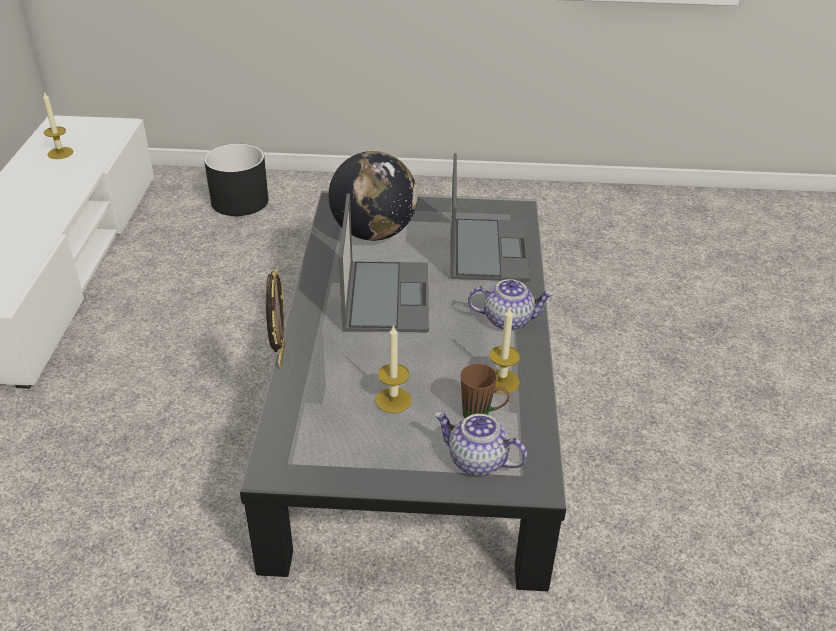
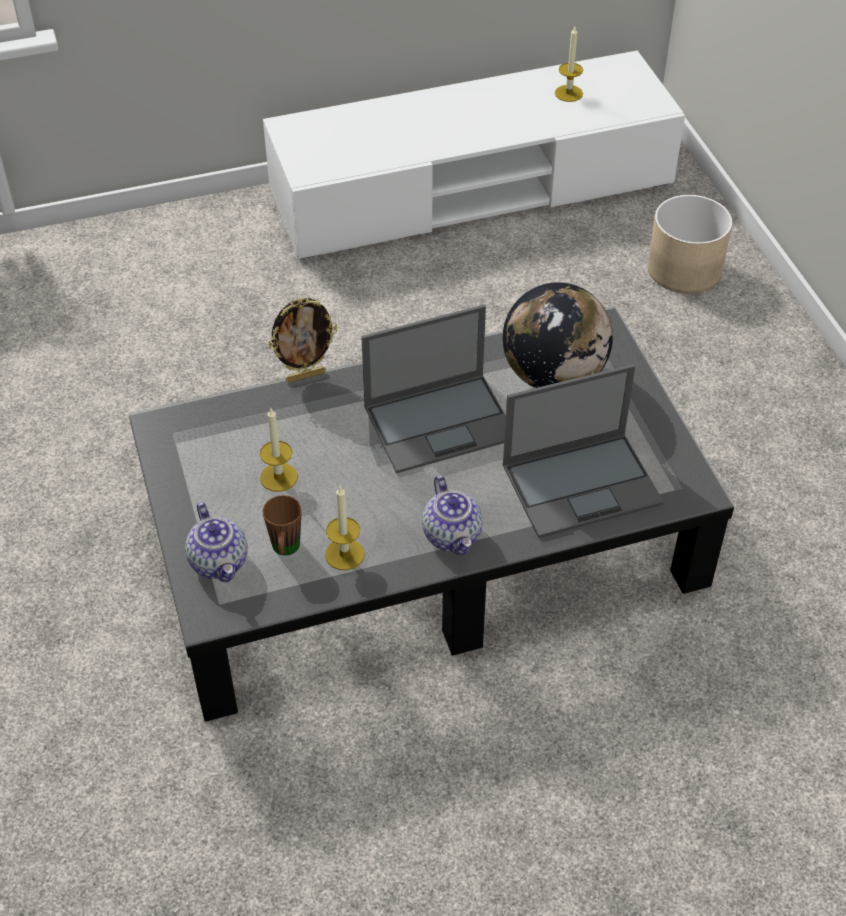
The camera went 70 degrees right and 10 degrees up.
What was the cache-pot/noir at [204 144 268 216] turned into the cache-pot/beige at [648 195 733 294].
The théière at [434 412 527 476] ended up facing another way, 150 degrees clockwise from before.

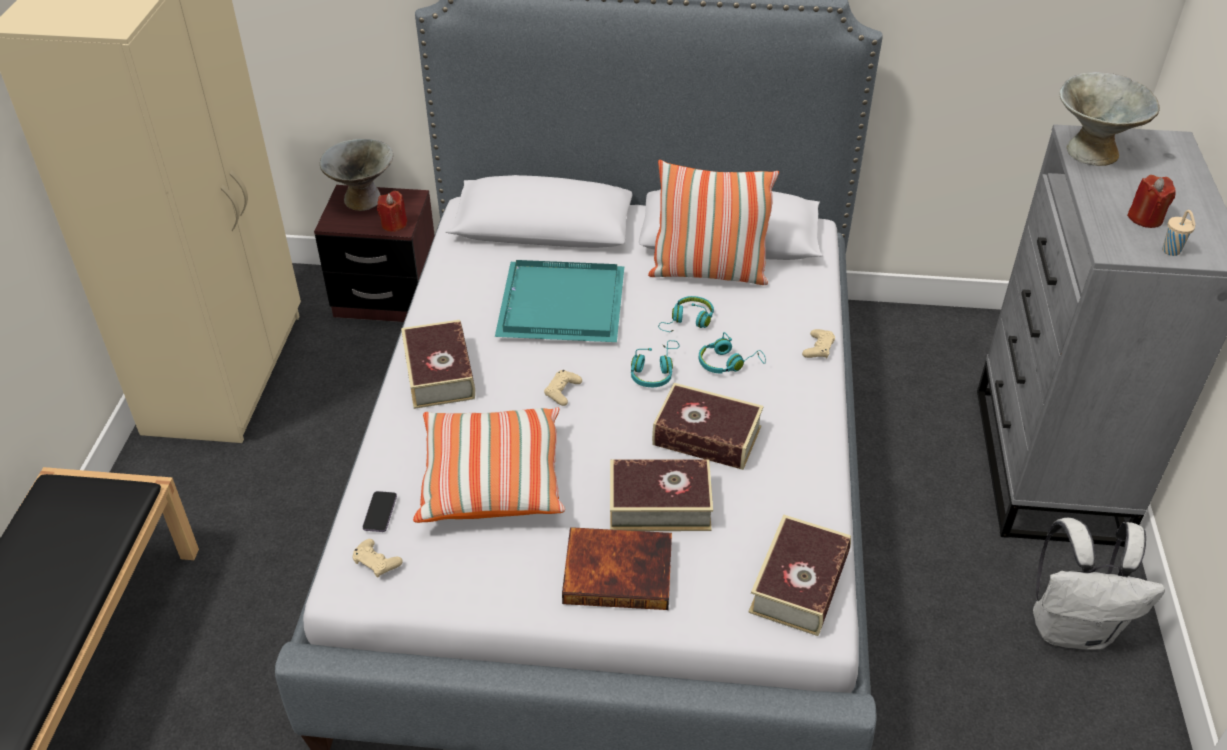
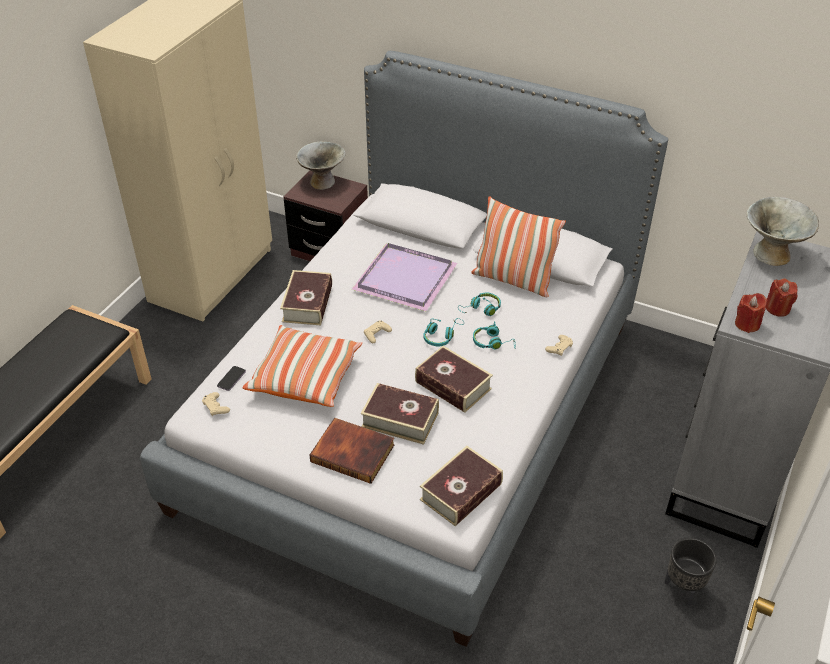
The camera went 20 degrees right and 0 degrees up.
The second view lost the tasse/beige at [1162 210 1196 256].
The bougie/rouge ended up elsewhere, having gone from [377 191 407 232] to [735 293 767 333].
Where the sac à dos/blanc stood at [1033 518 1165 650], the cache-pot/noir came to stand at [664 538 717 605].
What was the plateau/turquoise at [495 260 625 342] turned into the plateau/violet at [352 243 457 311].

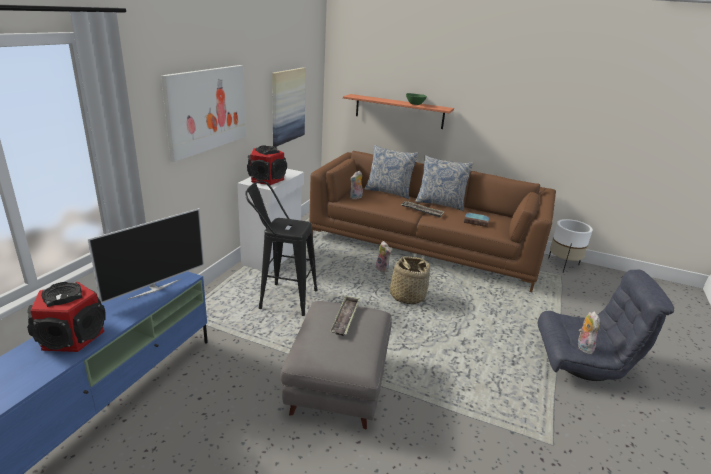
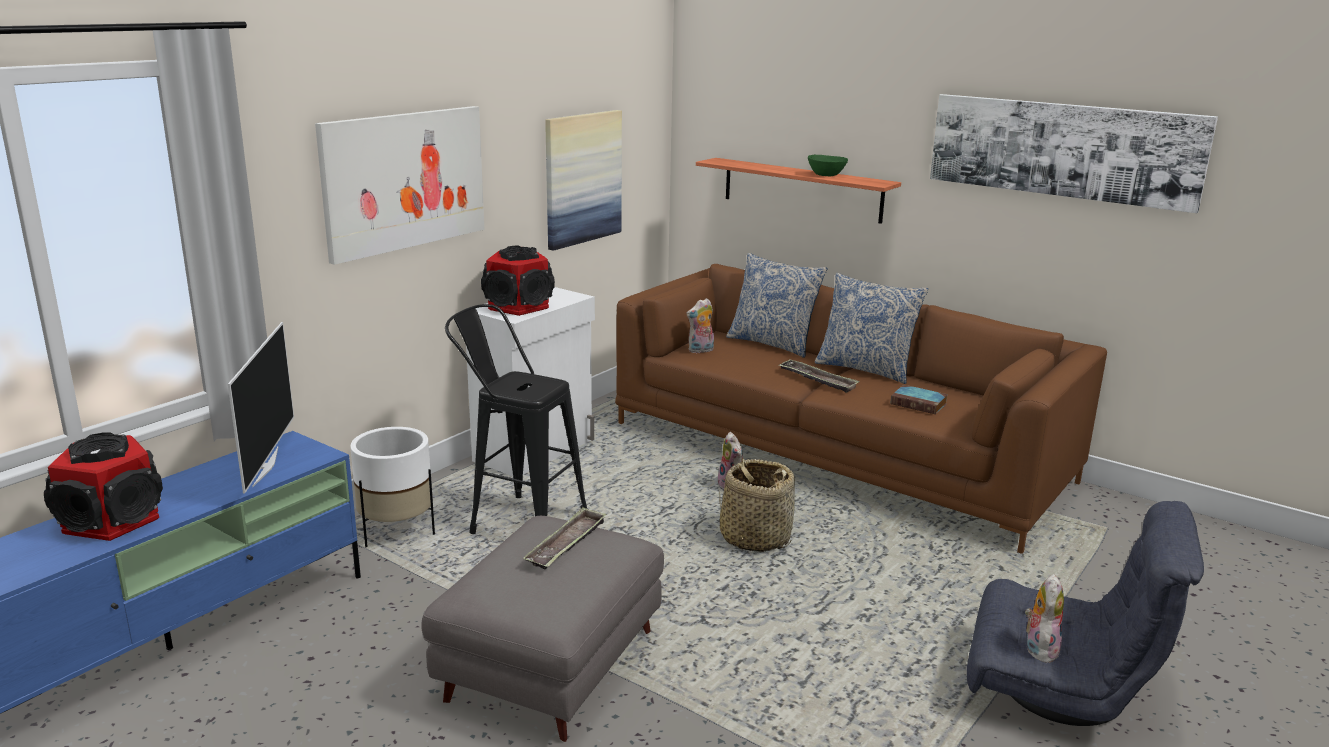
The camera went 15 degrees right and 5 degrees down.
The second view gained the tableau at [930 94 1218 213].
The cache-pot/blanc ended up elsewhere, having gone from [548 219 593 272] to [350 427 435 547].
The téléviseur at [87 208 204 303] ended up facing another way, 60 degrees counterclockwise from before.

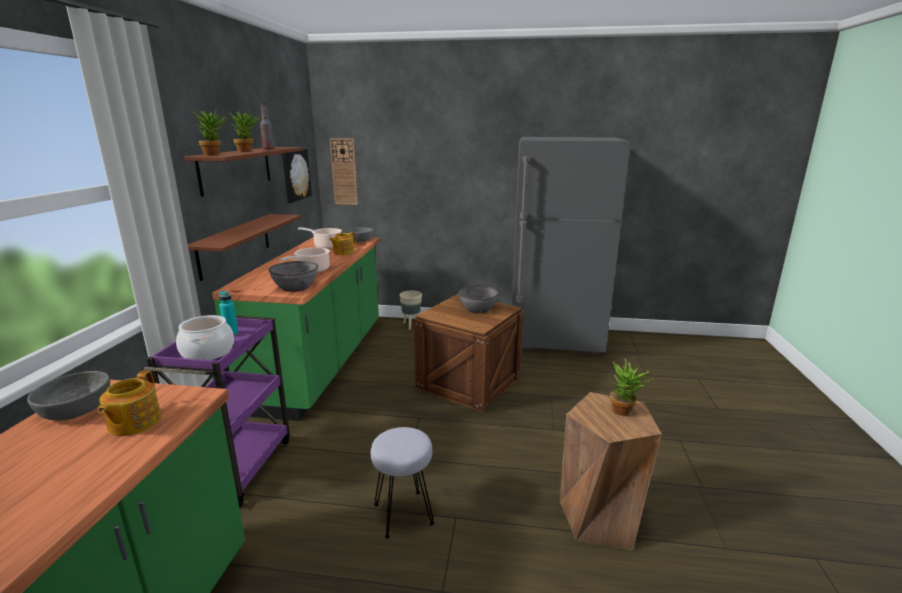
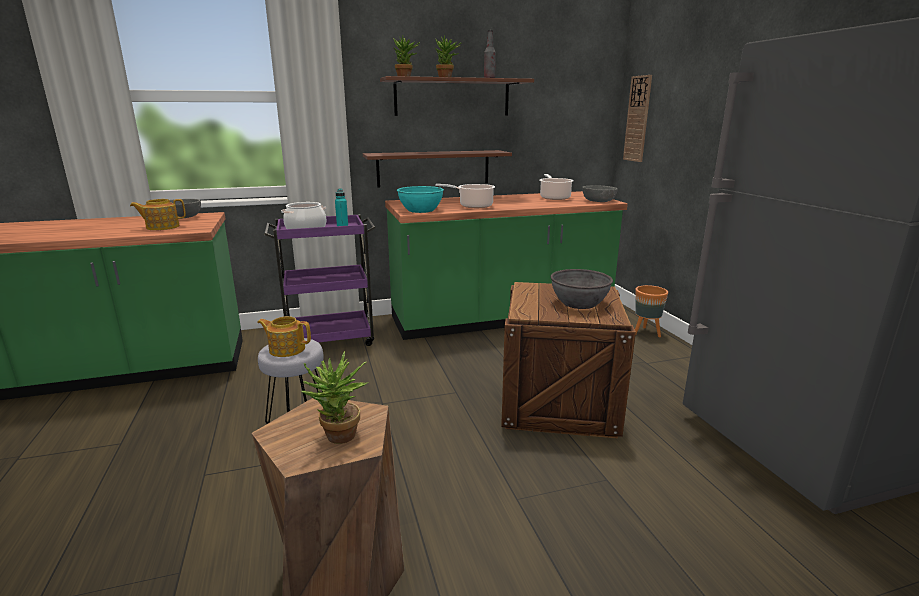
The camera went 65 degrees right and 0 degrees up.
The second view lost the tableau at [282 149 312 203].
The théière ended up elsewhere, having gone from [329 232 356 255] to [257 316 311 357].
What was the bol/gris at [269 261 318 292] turned into the bol/turquoise at [397 186 444 213].
What was the cache-pot/beige at [399 291 422 330] turned into the cache-pot/orange at [635 285 668 337].

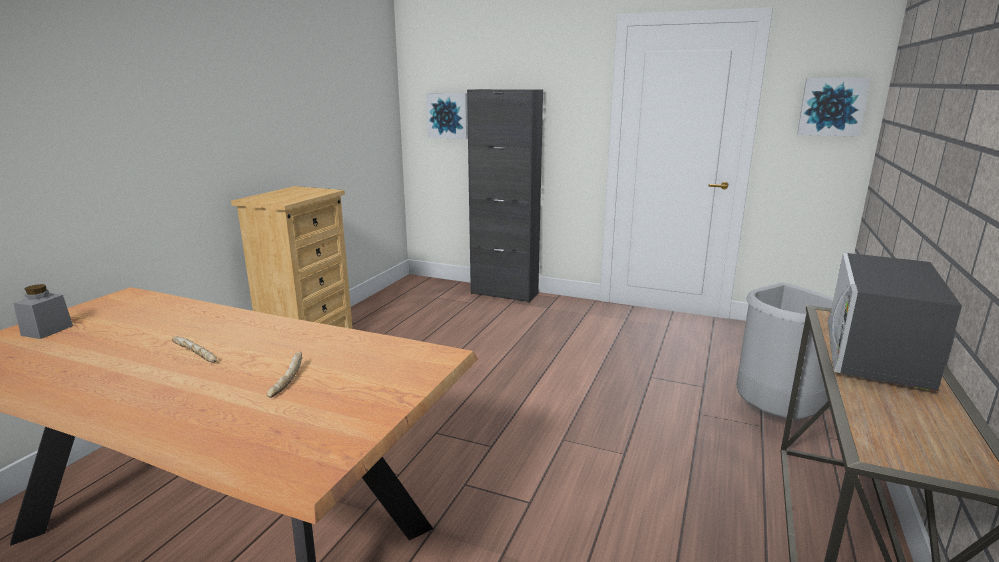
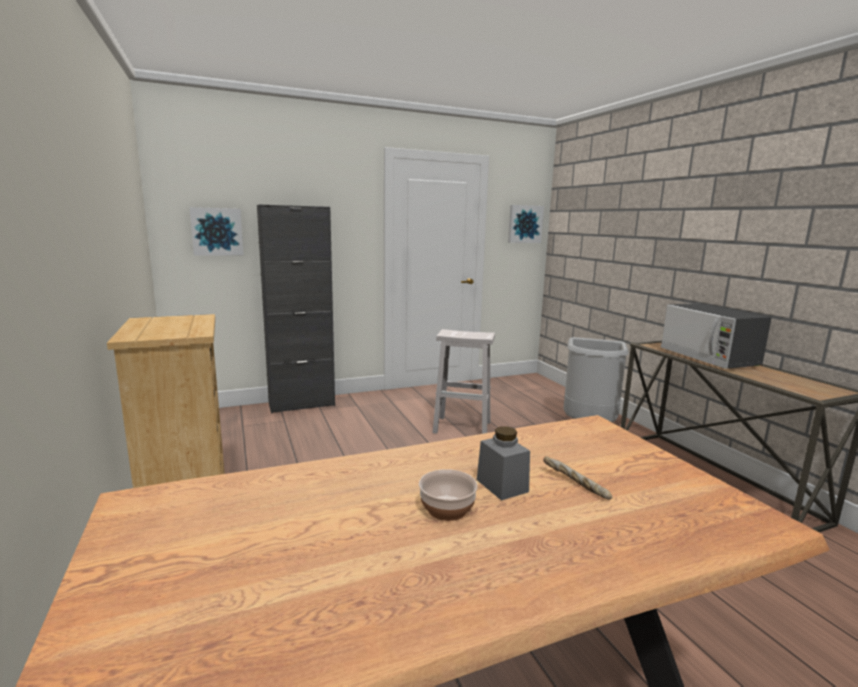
The camera went 45 degrees left and 5 degrees down.
The second view gained the tabouret/blanc at [433 329 495 434].
The bocal/gris ended up elsewhere, having gone from [13 284 73 339] to [477 426 530 500].
Where the pain stood at [172 336 217 363], the bol came to stand at [419 469 478 521].

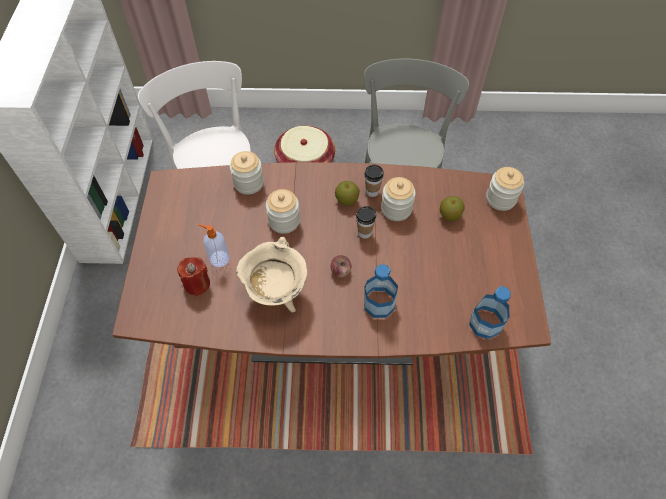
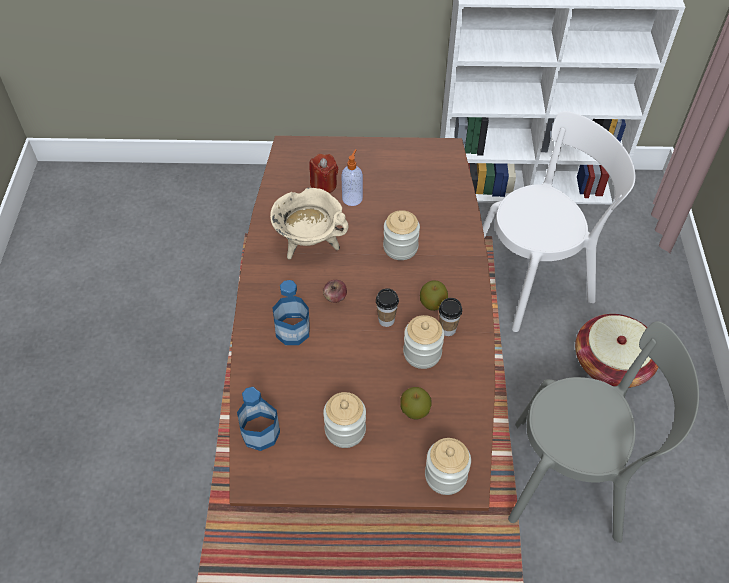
The camera went 90 degrees right and 5 degrees down.
The bocal ended up elsewhere, having gone from [230 151 264 195] to [323 392 366 448].

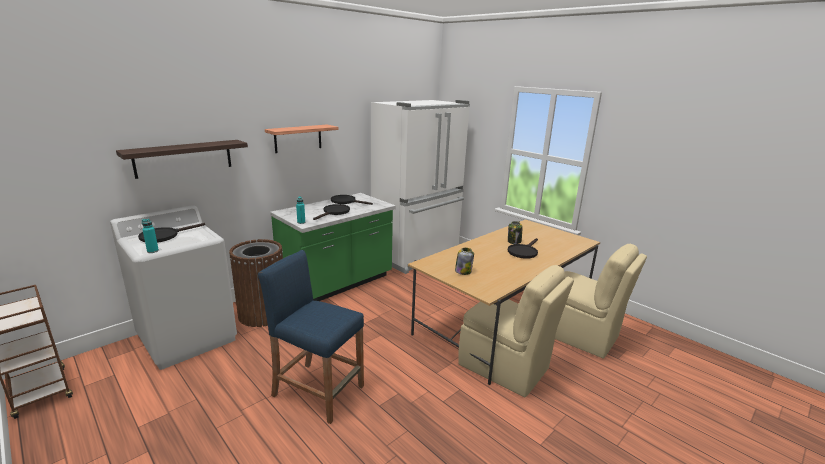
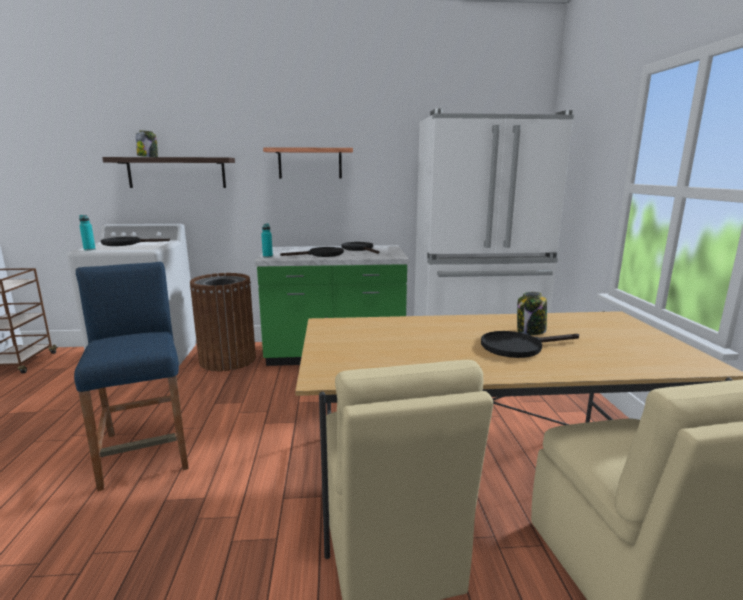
The camera went 40 degrees right and 5 degrees down.
The bocal ended up elsewhere, having gone from [455 248 474 275] to [136 130 158 157].

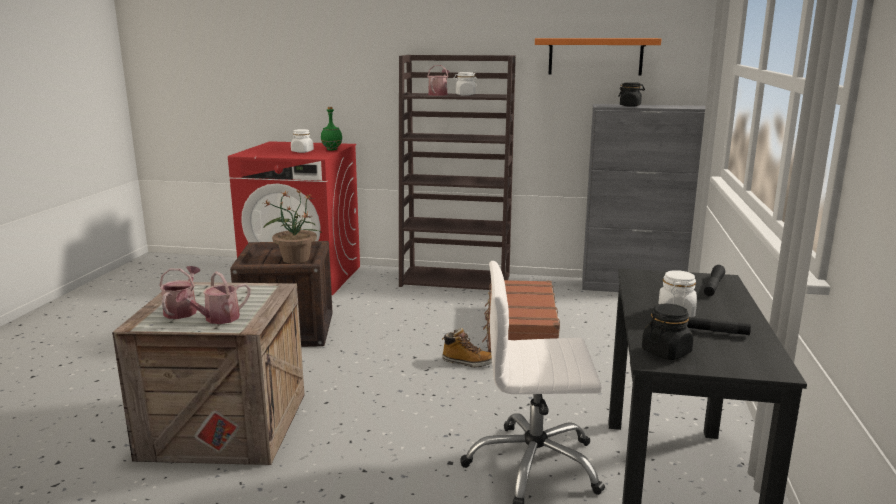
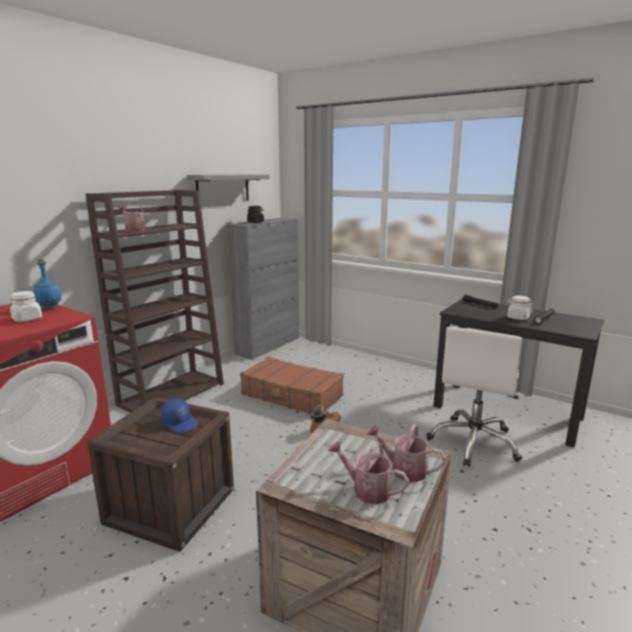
The camera went 65 degrees left and 0 degrees up.
The second view lost the bocal/blanc at [453 72 477 96].
The second view lost the bocal/noir at [642 304 693 360].
Where the plante en pot stood at [262 189 321 263], the casquette/bleu came to stand at [161 399 198 433].
What was the bouteille/vert at [321 107 343 150] turned into the bouteille/bleu at [33 259 62 310].
What was the étagère/orange at [535 38 661 75] turned into the étagère/gris at [187 174 270 201].
The arrosoir at [176 272 250 324] ended up facing another way, 135 degrees clockwise from before.

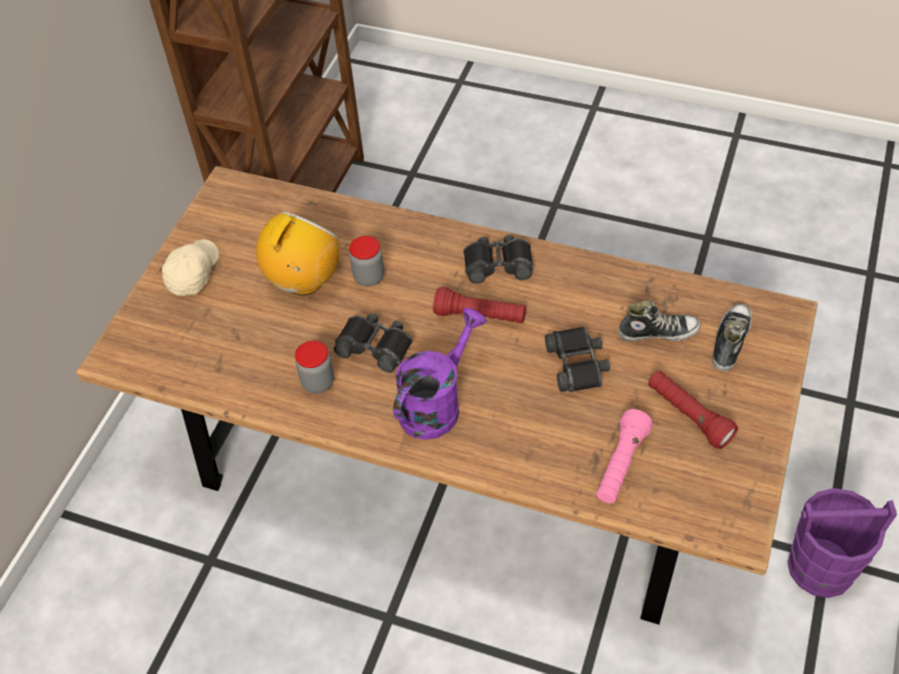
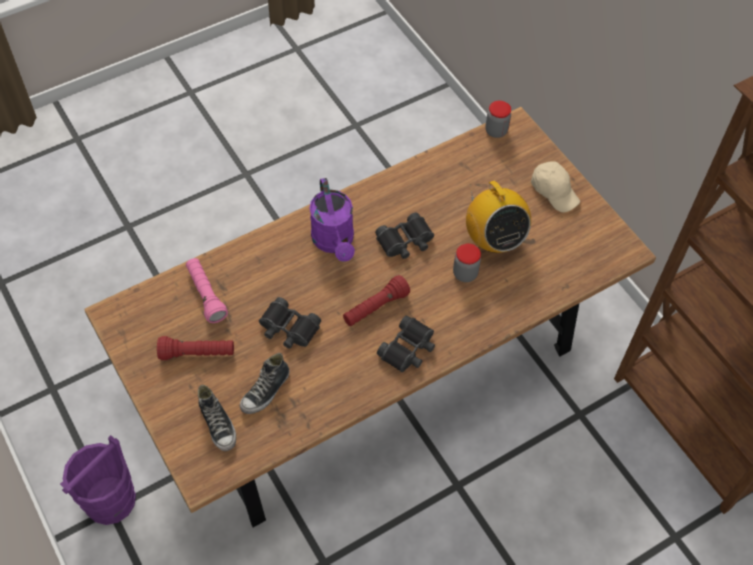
The camera went 125 degrees right and 5 degrees up.
The bocal ended up elsewhere, having gone from [295 341 334 394] to [485 100 511 138].

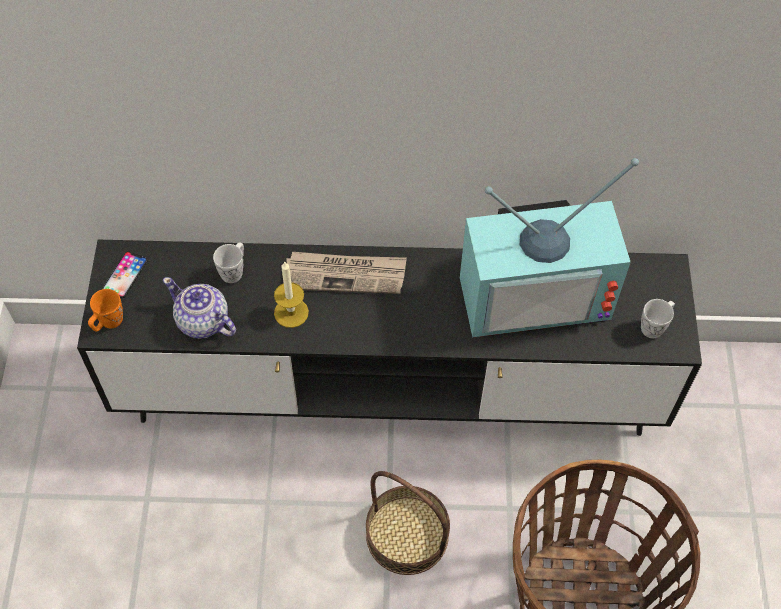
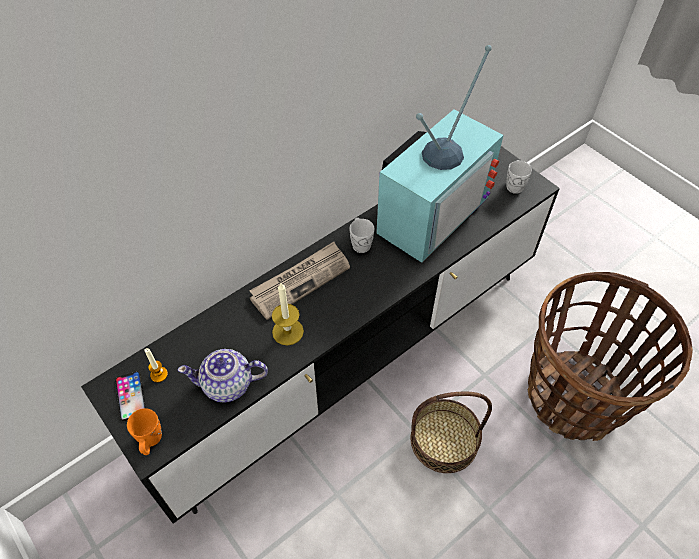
The camera went 40 degrees left and 5 degrees down.
The second view gained the bougie at [144 348 168 382].
The mug/blanc ended up elsewhere, having gone from [213 243 244 283] to [350 218 374 253].

